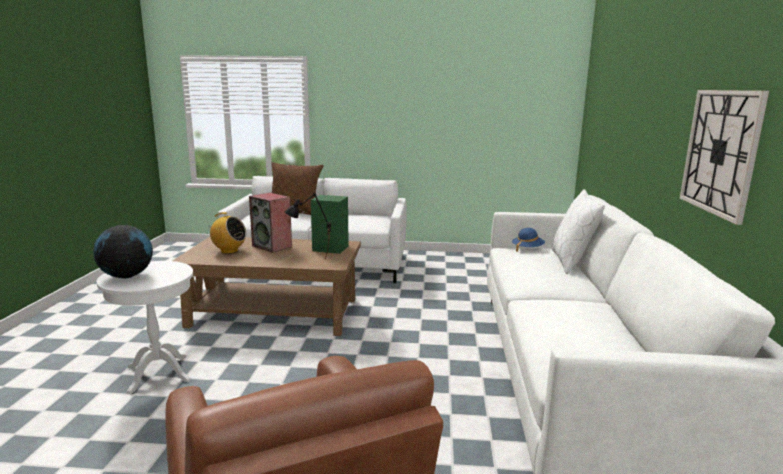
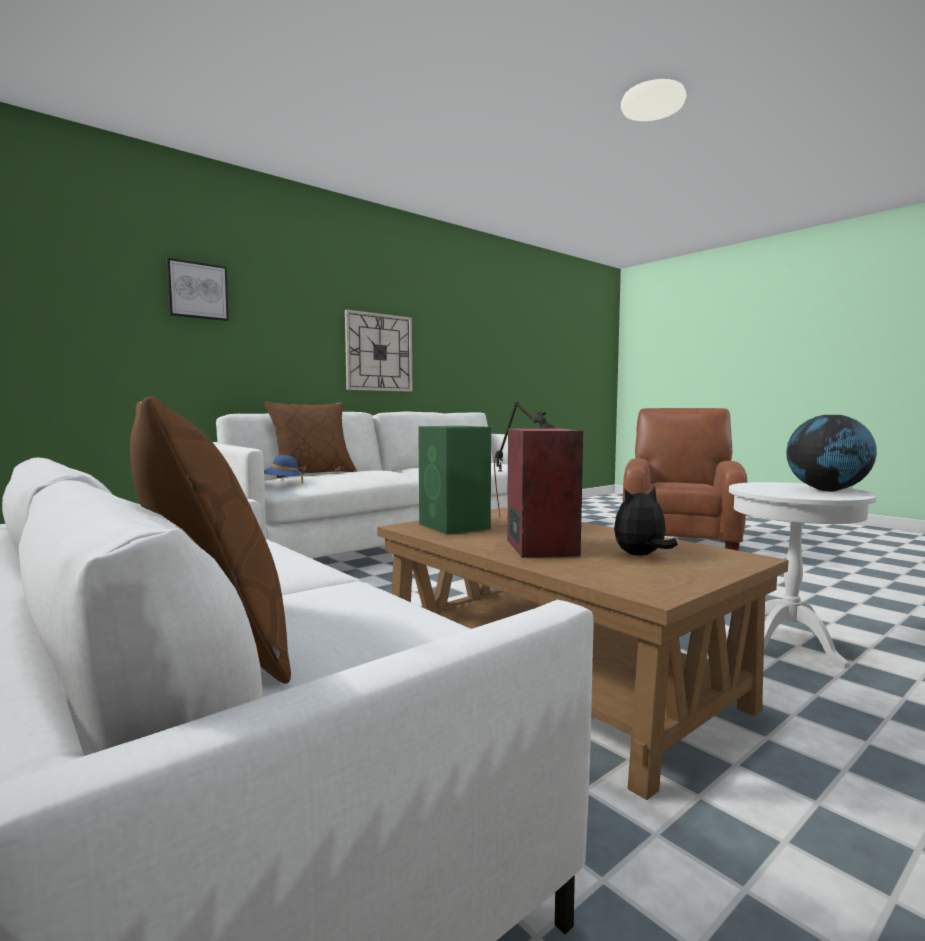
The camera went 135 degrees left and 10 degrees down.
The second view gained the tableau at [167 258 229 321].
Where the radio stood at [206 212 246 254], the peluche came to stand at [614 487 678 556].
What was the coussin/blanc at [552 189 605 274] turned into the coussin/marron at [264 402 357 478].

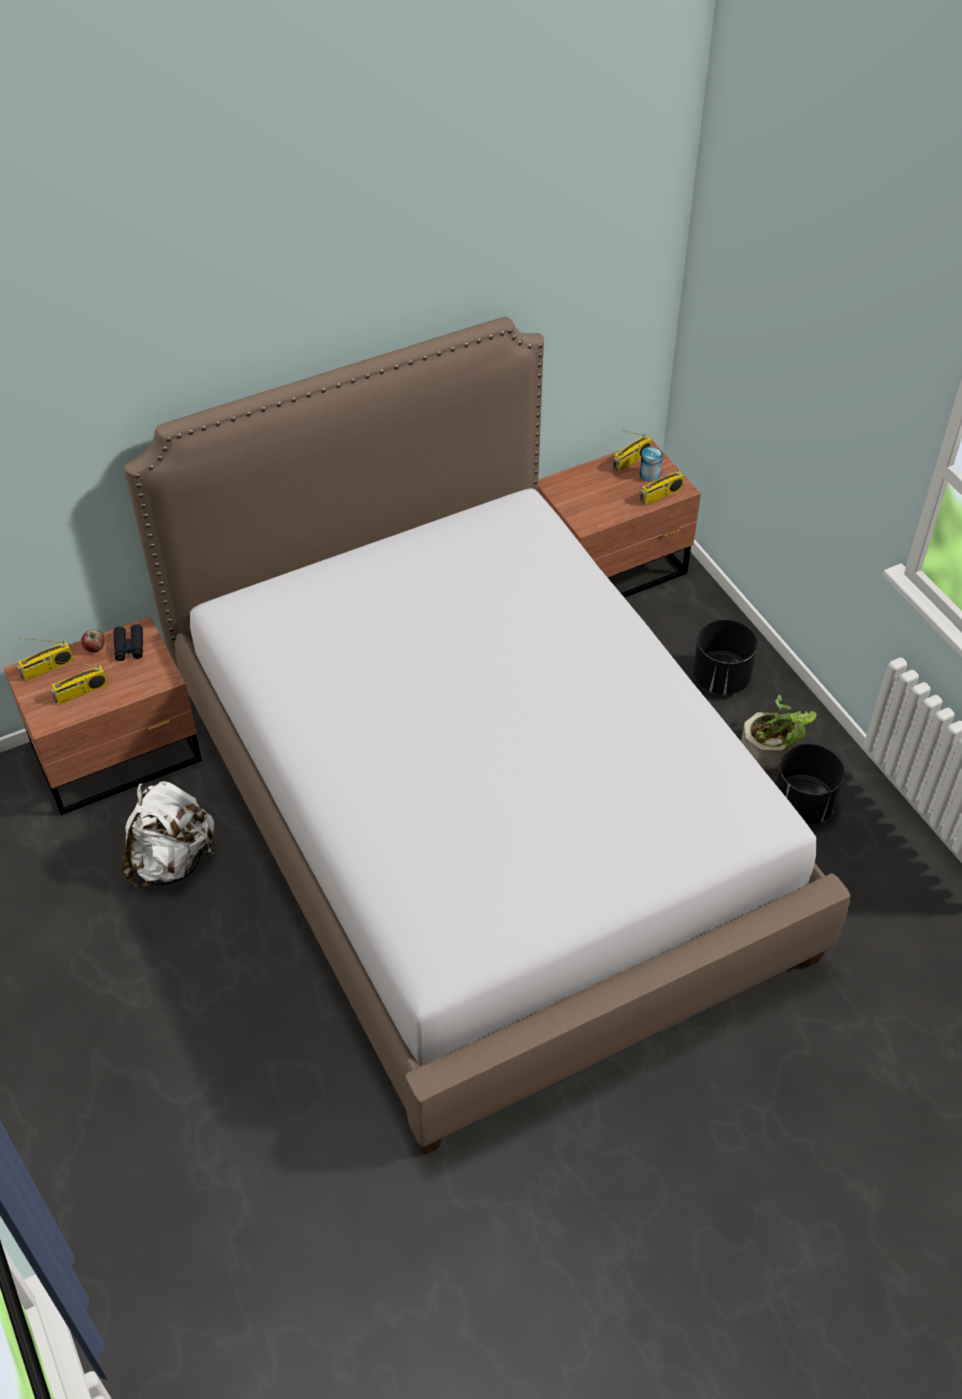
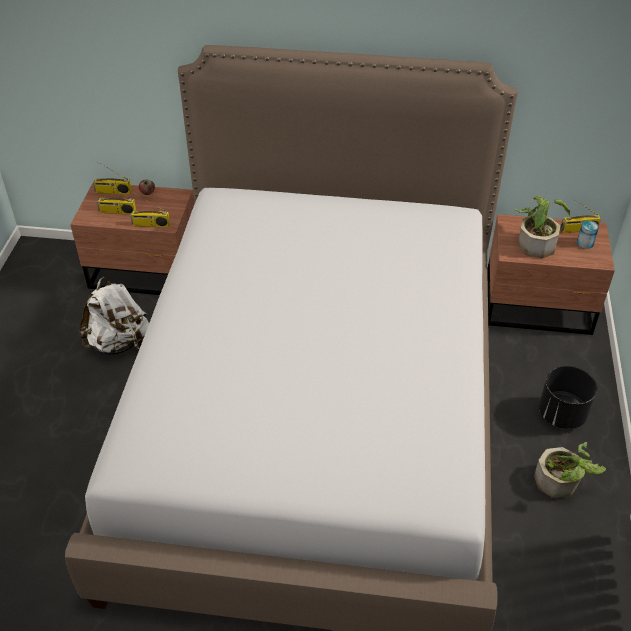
The camera went 35 degrees right and 5 degrees down.
The second view lost the jumelles/noir at [114 624 143 661].
The second view lost the cache-pot/noir at [775 744 844 825].
The second view gained the plante en pot at [514 196 570 258].
The radio ended up elsewhere, having gone from [640 463 684 505] to [130 194 170 227].

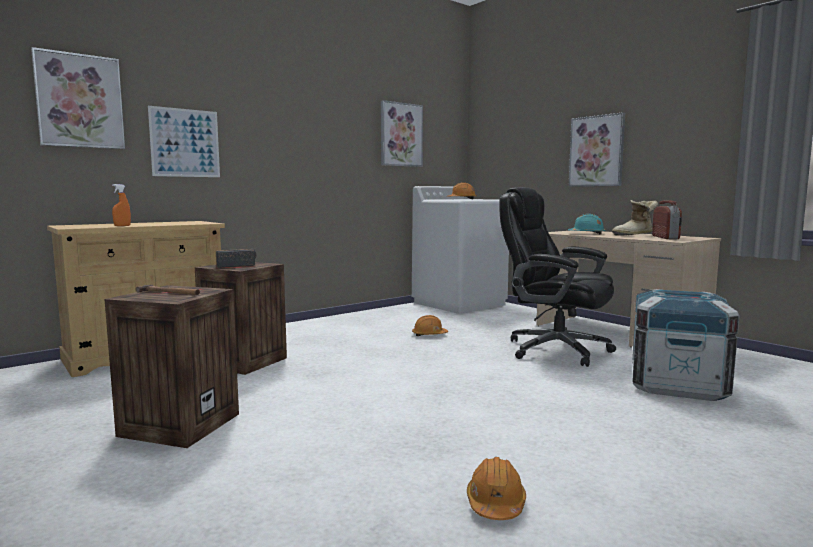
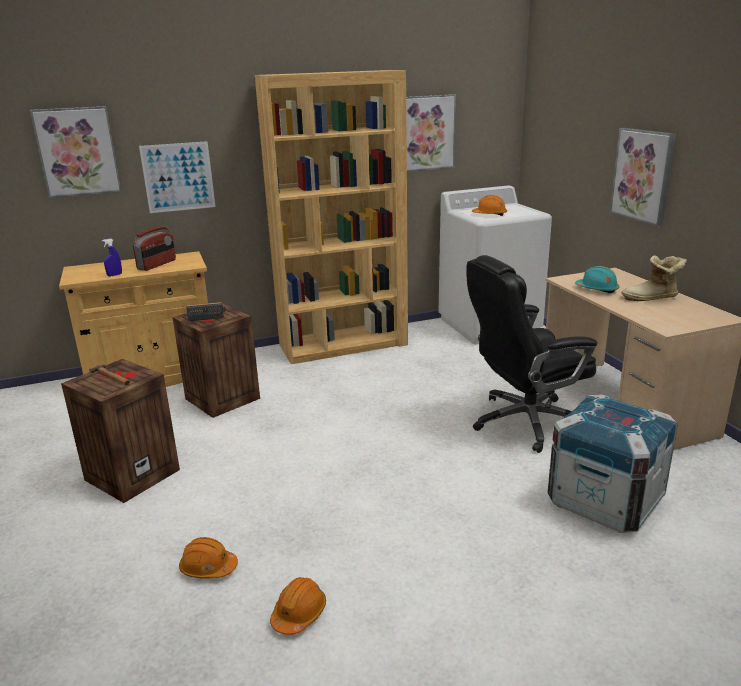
The camera went 20 degrees right and 15 degrees up.
The second view gained the bibliothèque/marron at [255 70 408 364].
The casque de chantier/orange ended up elsewhere, having gone from [412 315 448 336] to [179 537 238 579].
The radio ended up elsewhere, having gone from [652 200 682 239] to [133 226 176 271].
What was the vaporisateur/orange at [112 184 131 226] turned into the vaporisateur/bleu at [102 238 122 276].
The chaise de bureau/noir at [499 187 616 367] ended up facing another way, 75 degrees counterclockwise from before.

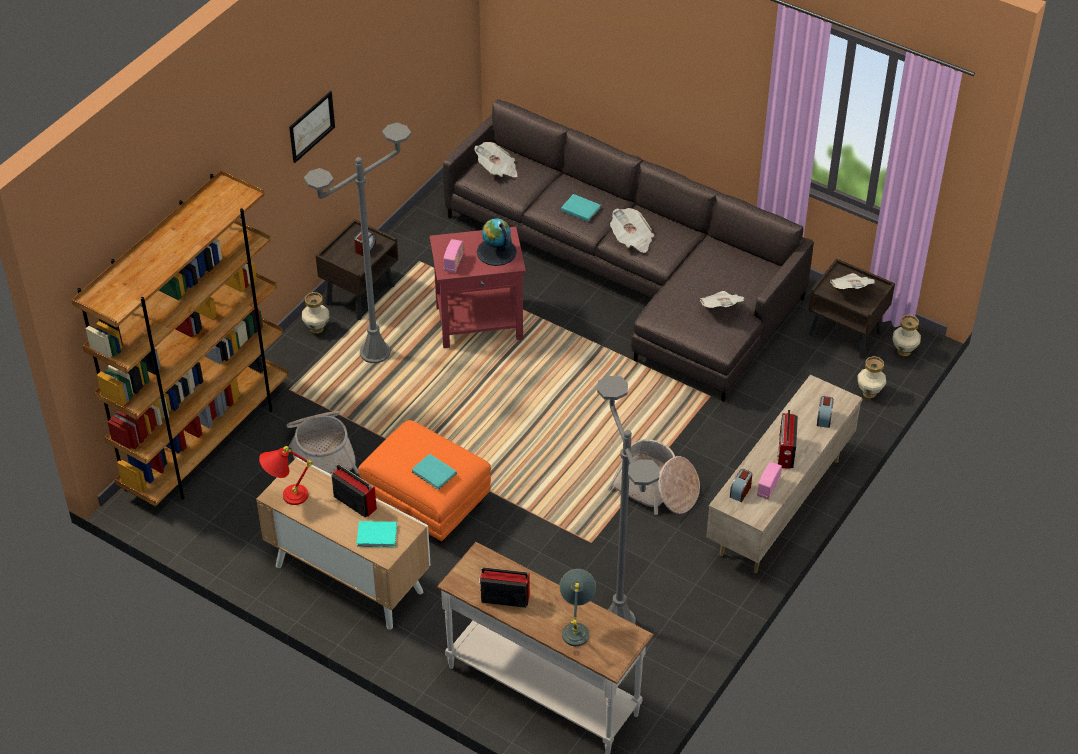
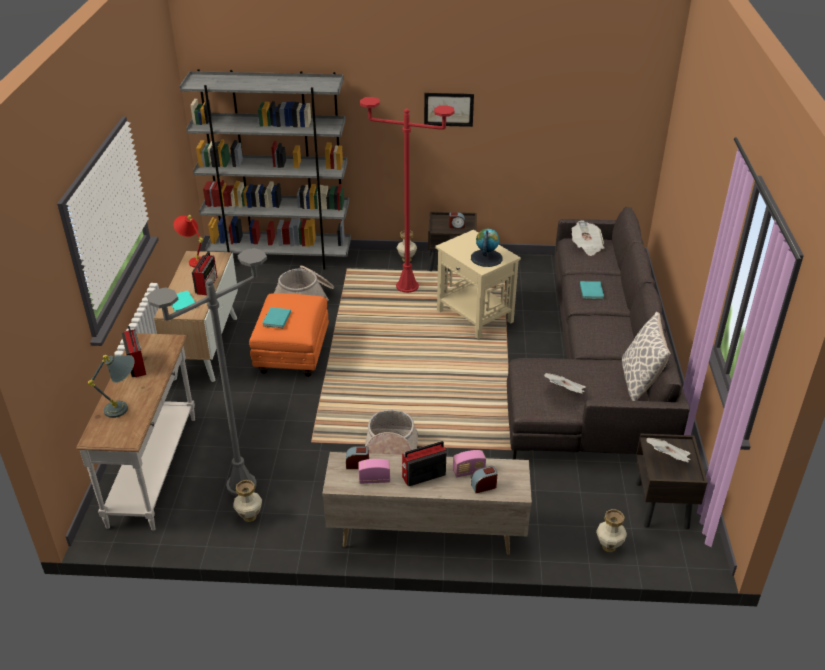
The camera went 60 degrees right and 10 degrees down.
The second view lost the journal at [610 208 654 253].
The second view gained the coussin at [622 312 671 401].
The radio ended up elsewhere, having gone from [443 239 464 273] to [453 450 486 477].
The vase ended up elsewhere, having gone from [892 315 921 356] to [233 480 262 522].
What was the bibliothèque/marron at [71 170 289 507] turned into the bibliothèque/gris at [180 69 351 270].
What was the lampadaire/gris at [304 122 411 363] turned into the lampadaire/rouge at [360 97 454 293].
What was the table d'appoint/rouge at [430 227 526 348] turned into the table d'appoint/beige at [435 230 521 339].

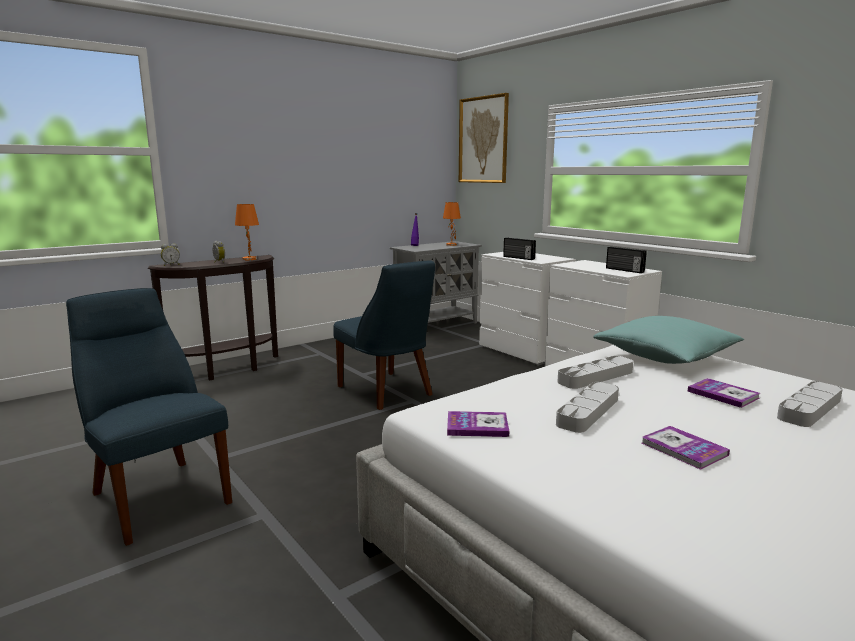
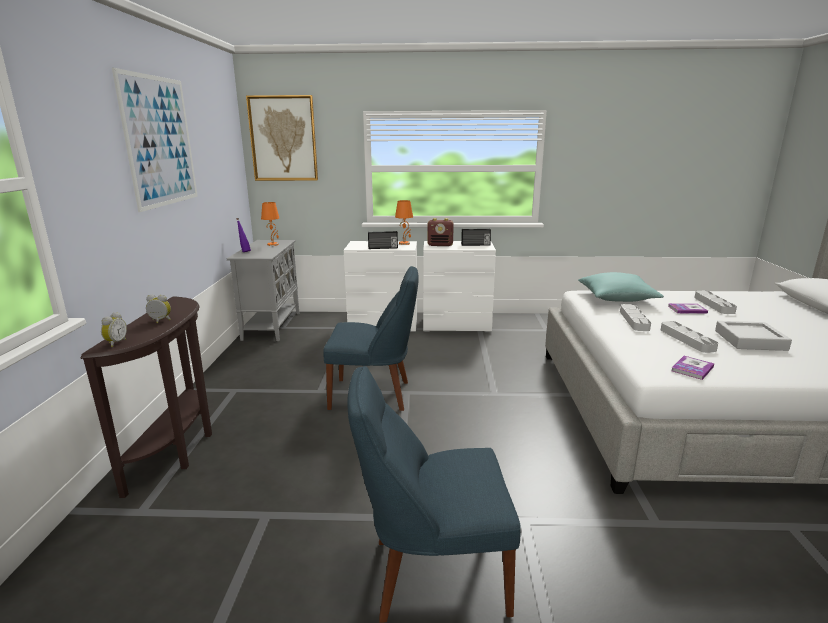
The camera went 50 degrees left and 5 degrees up.
The second view gained the tableau at [112 68 198 212].
The second view gained the radio at [427 218 454 246].
The lampe de table/orange ended up elsewhere, having gone from [235 204 259 260] to [395 200 413 245].
Where the livre stood at [642 426 730 470], the plateau/gris came to stand at [715 321 792 351].

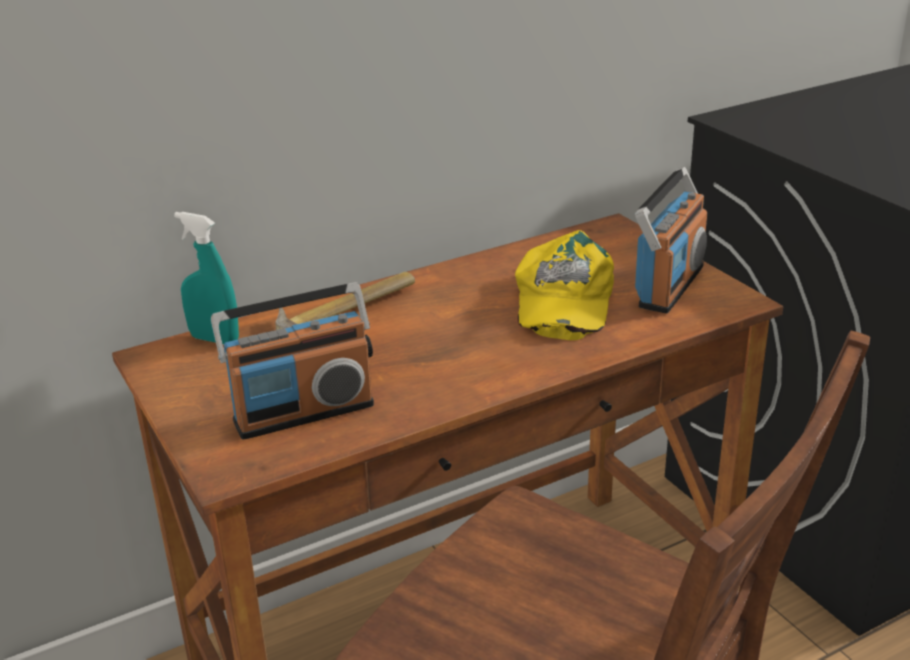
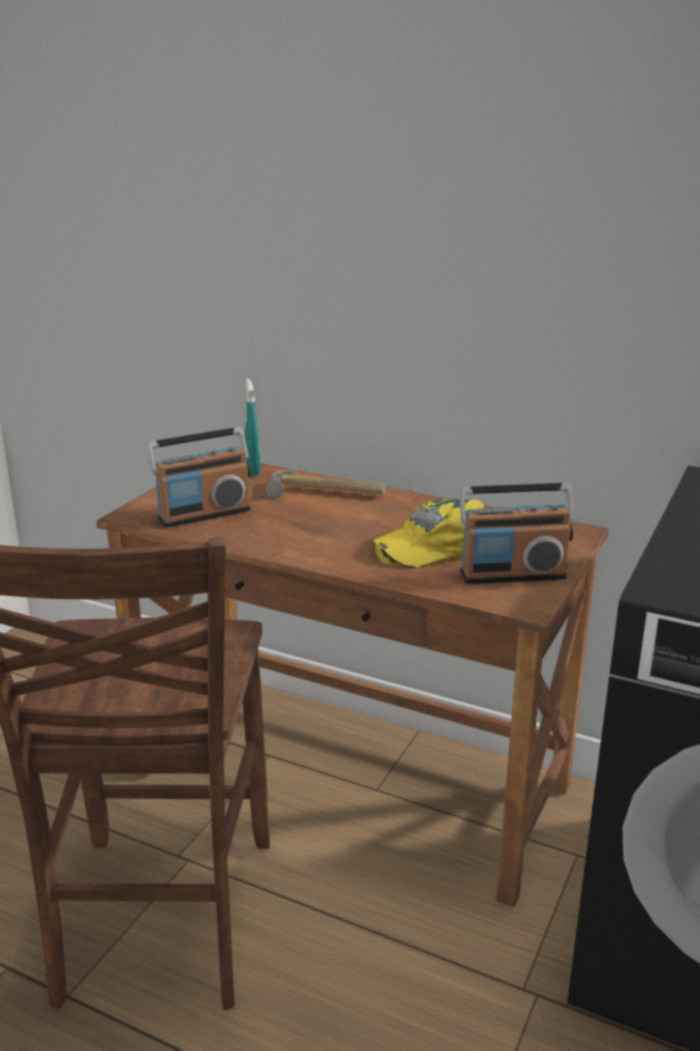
The camera went 55 degrees right and 5 degrees down.
The radio at [211 282 374 439] ended up facing another way, 60 degrees counterclockwise from before.

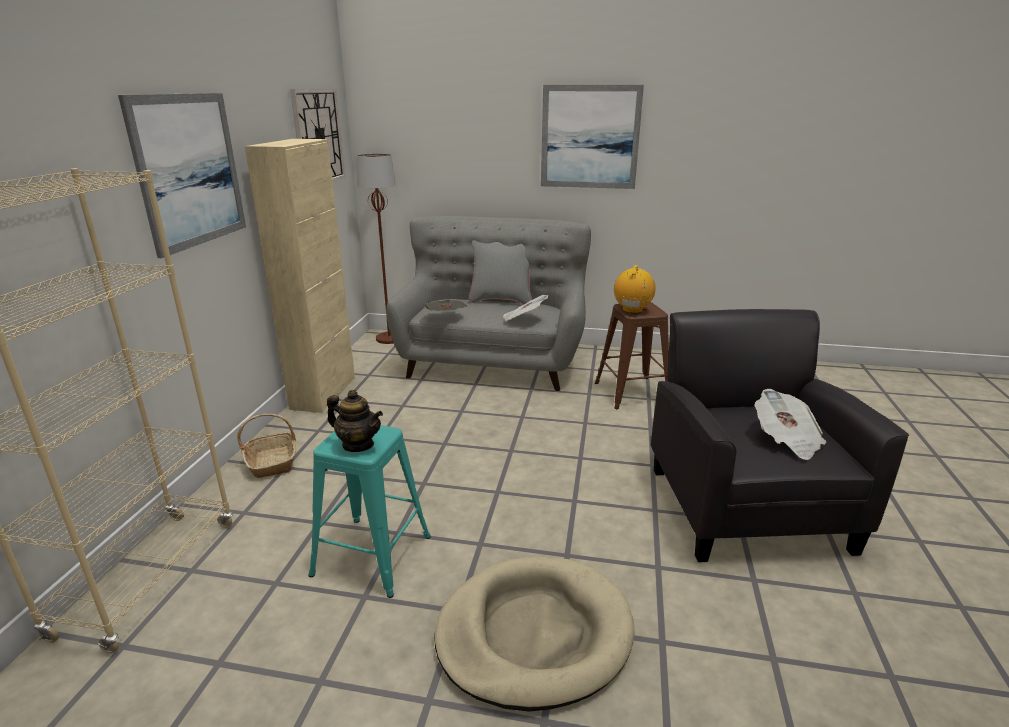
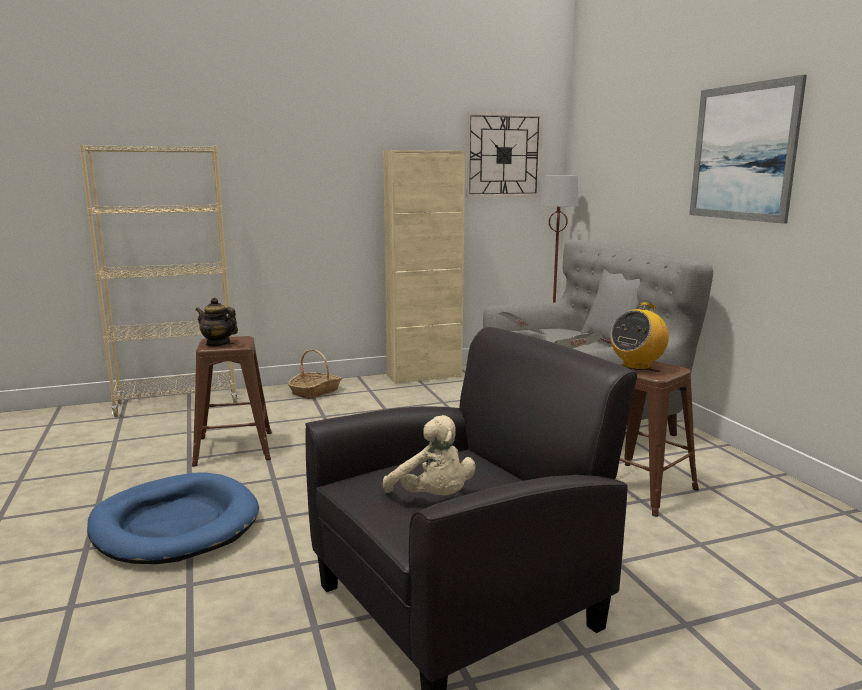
The camera went 60 degrees right and 10 degrees down.
The second view lost the tableau at [118 93 246 258].
Where the journal stood at [754 389 826 460], the peluche/beige came to stand at [383 415 475 495].
What was the tabouret/turquoise at [308 425 431 598] turned into the tabouret/marron at [192 336 272 467].
What was the panier pour chien/beige at [434 556 635 712] turned into the panier pour chien/bleu at [87 472 259 564].
The théière at [327 390 383 452] ended up facing another way, 120 degrees clockwise from before.
The radio at [614 265 656 313] ended up facing another way, 150 degrees clockwise from before.

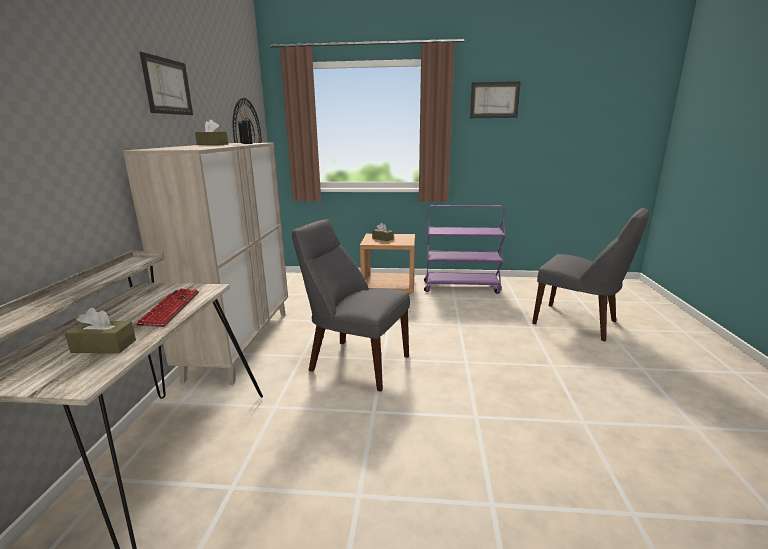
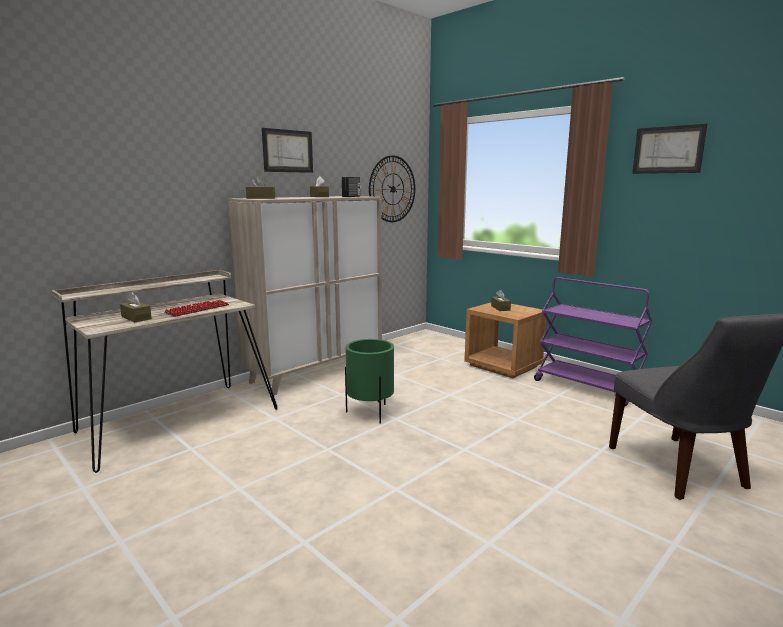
The camera went 40 degrees right and 5 degrees down.
The second view gained the boîte à mouchoirs/marron at [246 175 275 199].
Where the chaise/gris stood at [292 219 410 392], the cache-pot/vert came to stand at [345 339 394 423].

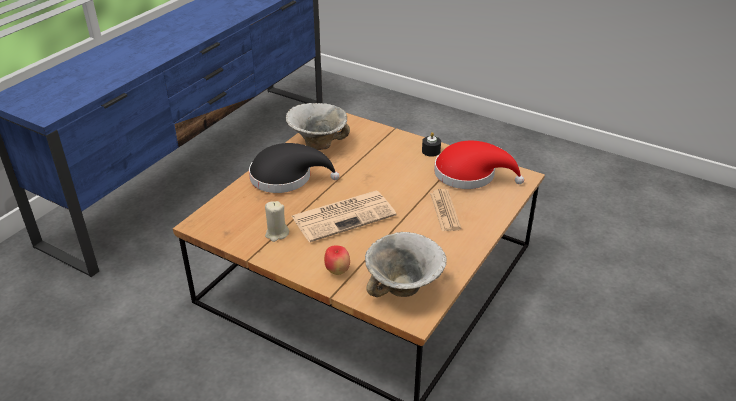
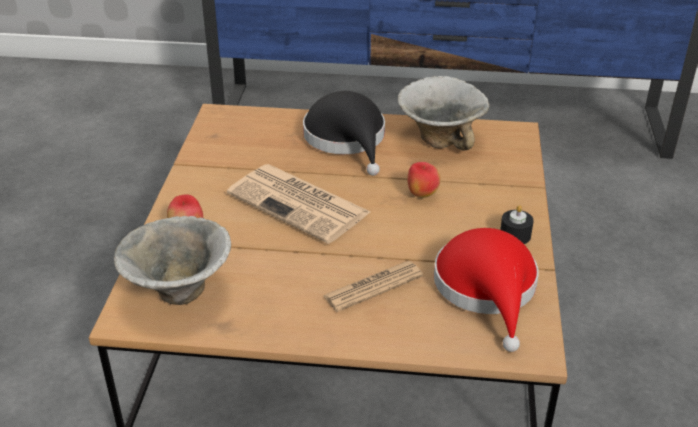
The camera went 65 degrees right and 0 degrees up.
The second view lost the bougie/beige at [265 201 289 242].
The second view gained the pomme at [407 162 441 198].

